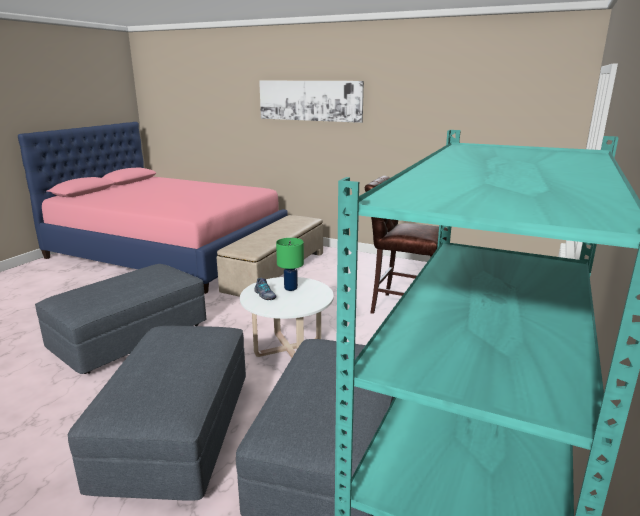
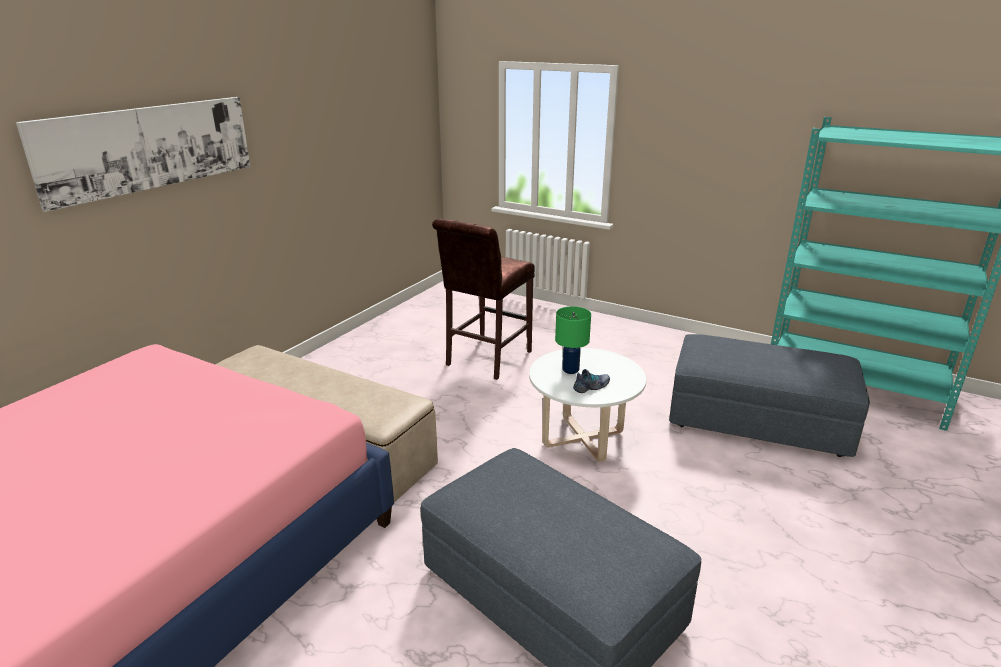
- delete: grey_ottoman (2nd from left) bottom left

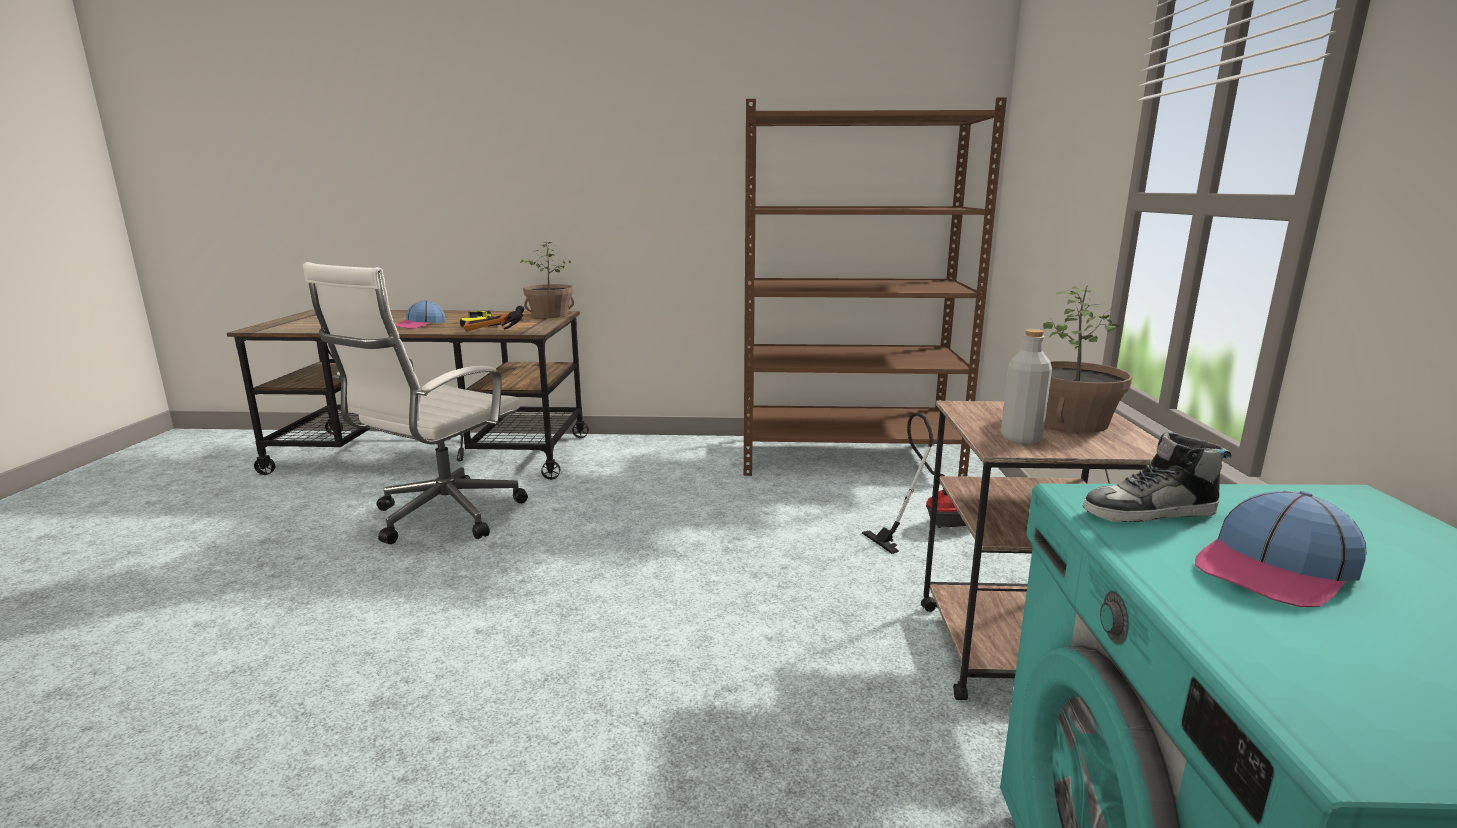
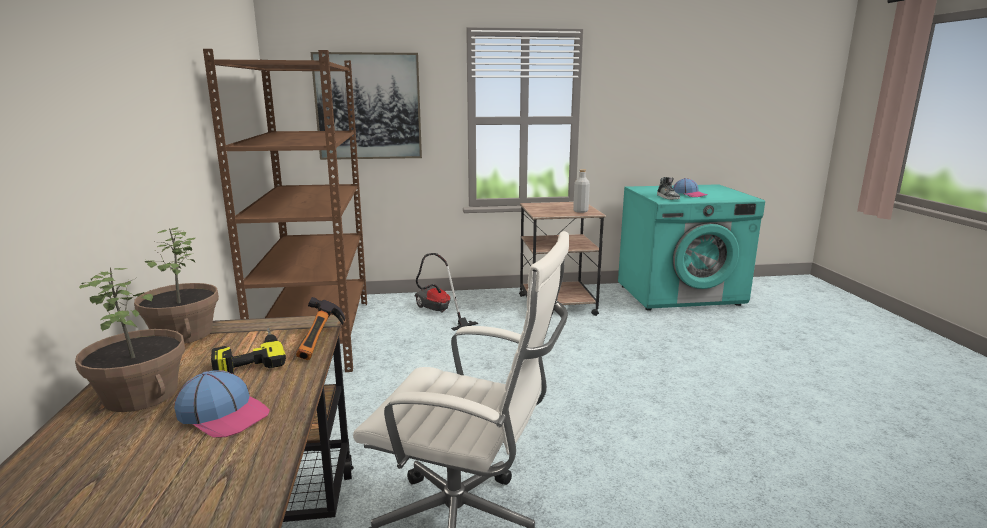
- move: potted_plant (2nd from left in the first image) middle right to potted_plant (1st from left) middle left
- insert: picture top centre

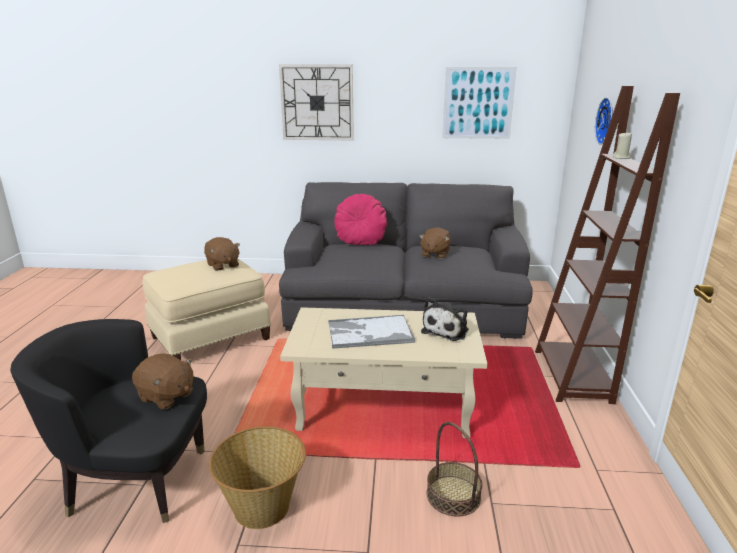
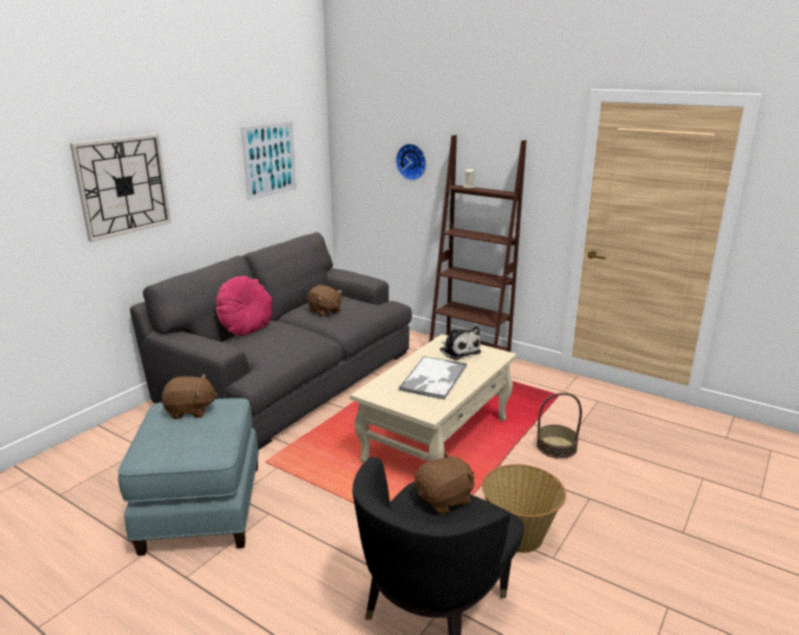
- recolor: beige_ottoman middle left to blue_ottoman bottom left

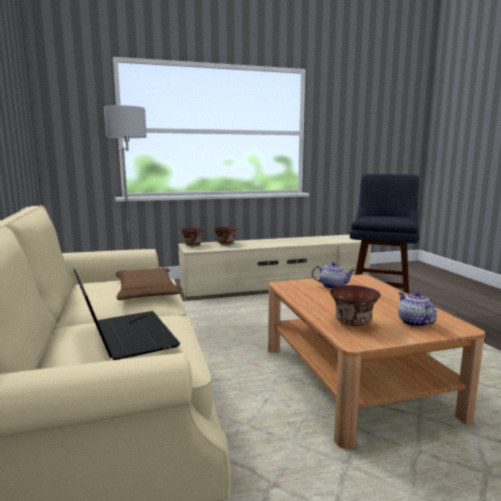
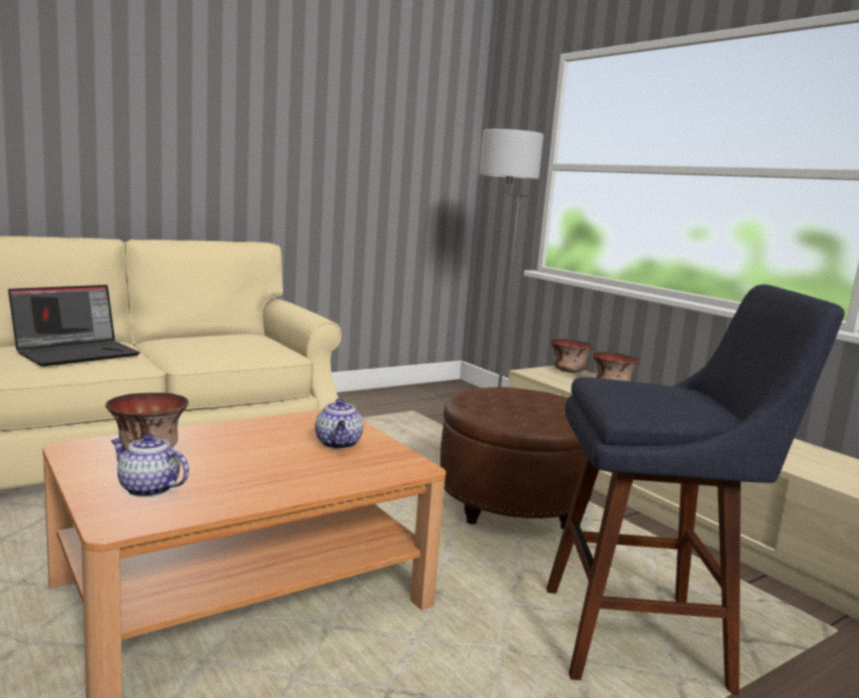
- delete: brown_pillow middle left
- rotate: teapot (2nd from left in the first image) middle right = middle left 120 degrees counterclockwise
- insert: brown_ottoman centre

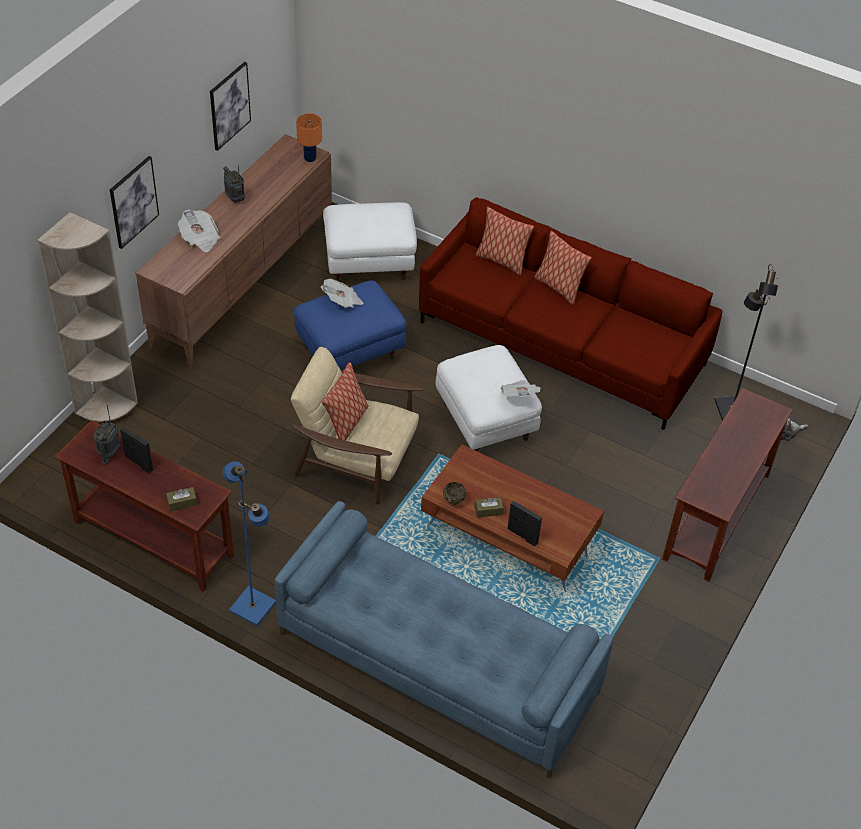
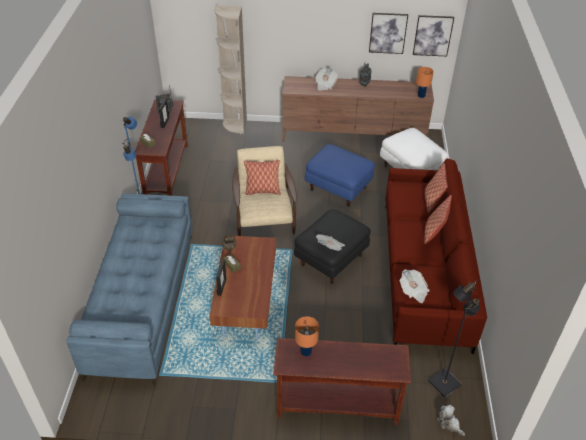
- move: picture (1st from left in the first image) top left to picture (2nd from left) top right
- move: newspaper (2nd from left in the first image) centre to newspaper (3rd from left) middle right
- recolor: white_ottoman (2nd from left) centre to black_ottoman centre
- insert: orange_table_lamp (1st from left) bottom centre

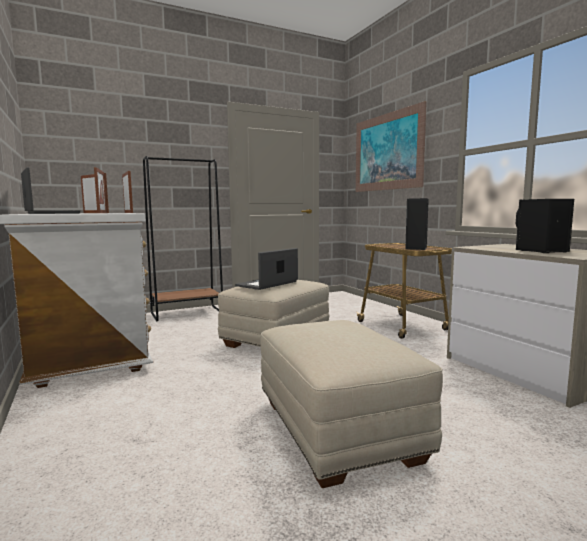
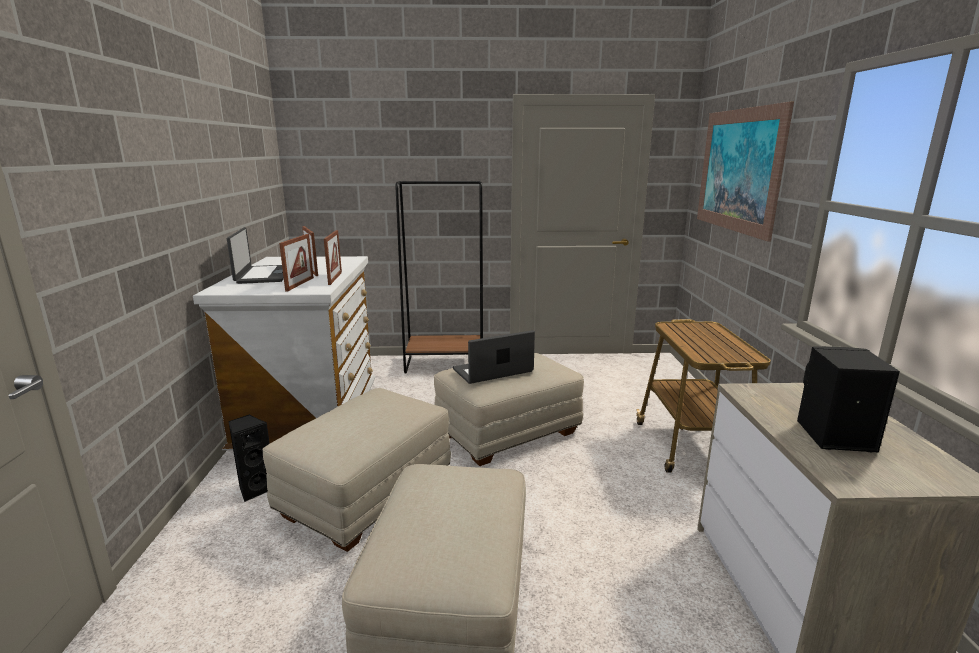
- move: black_speaker (1st from left) middle right to bottom left
- insert: beige_ottoman (1st from left) bottom centre

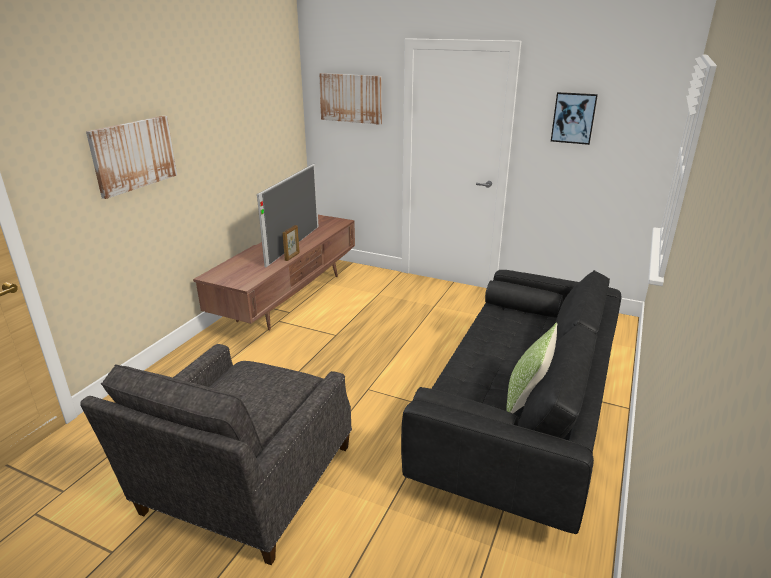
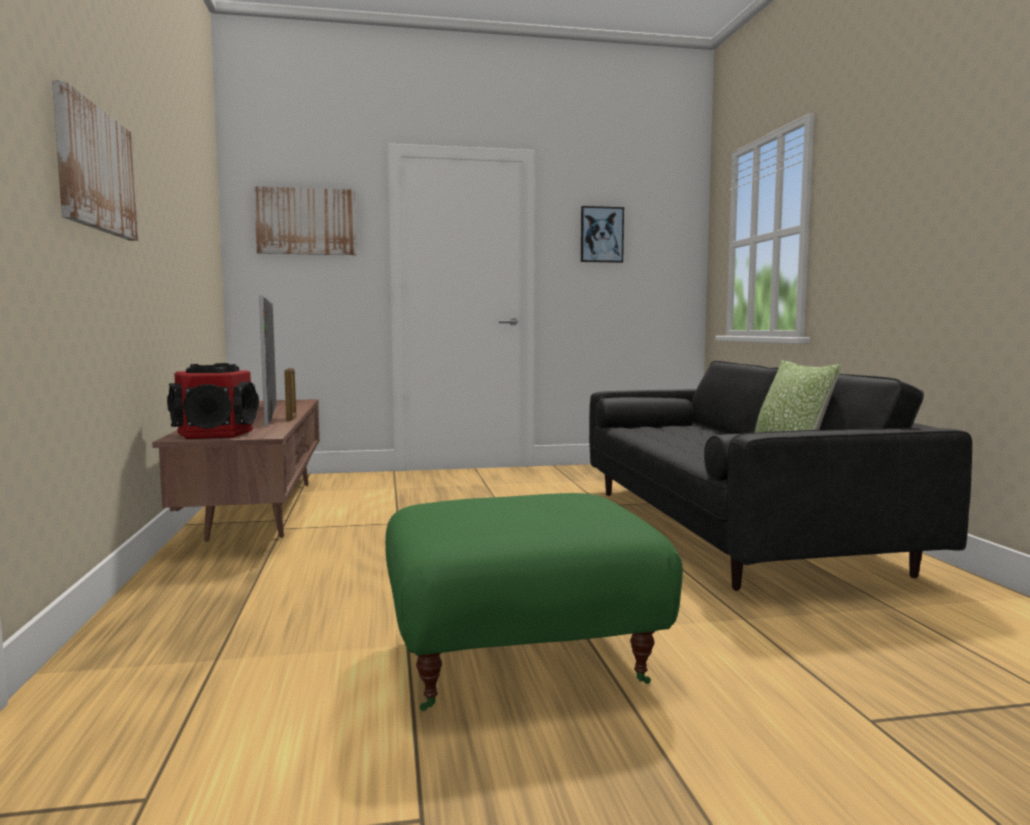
- replace: grey_armchair bottom left to green_ottoman bottom centre
- insert: speaker middle left

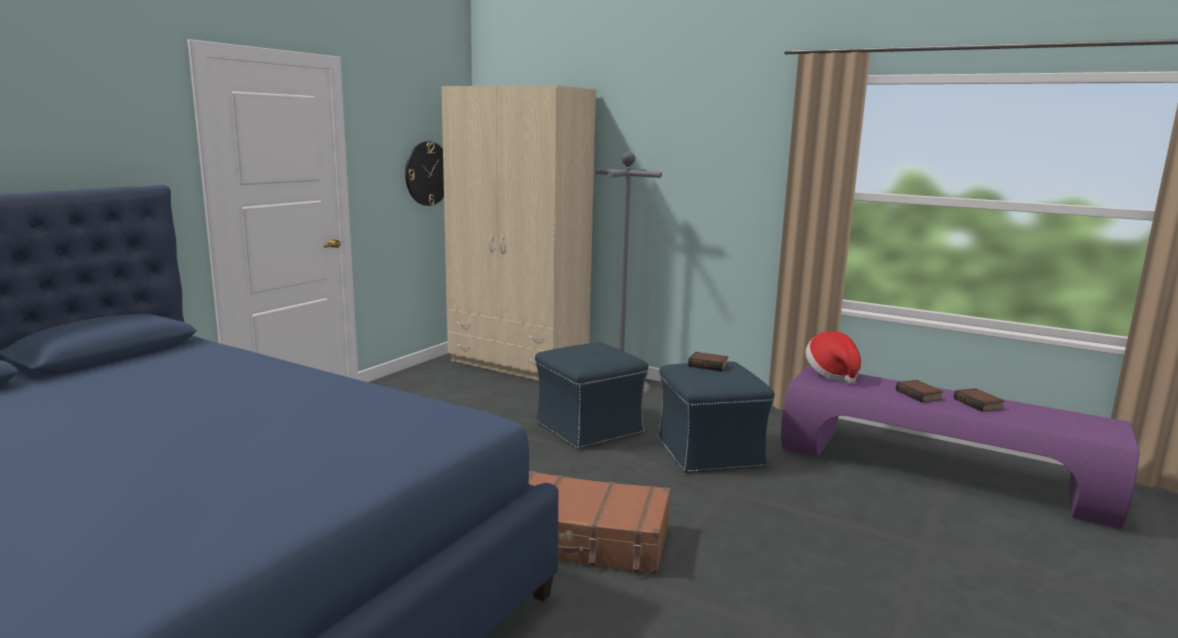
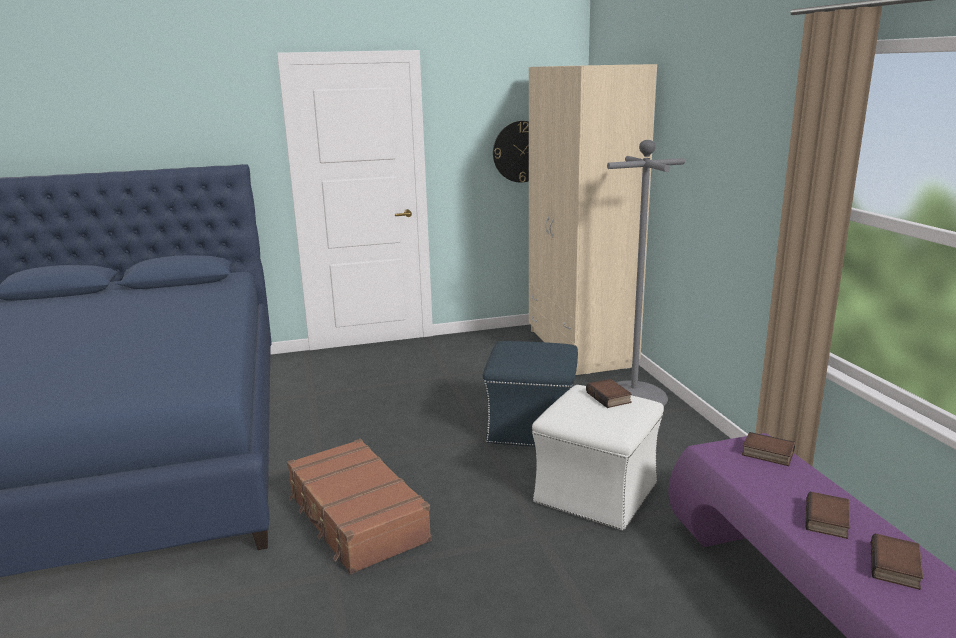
- replace: hat middle right to book (2nd from left) bottom right
- recolor: blue_ottoman (2nd from left) centre to white_ottoman bottom centre

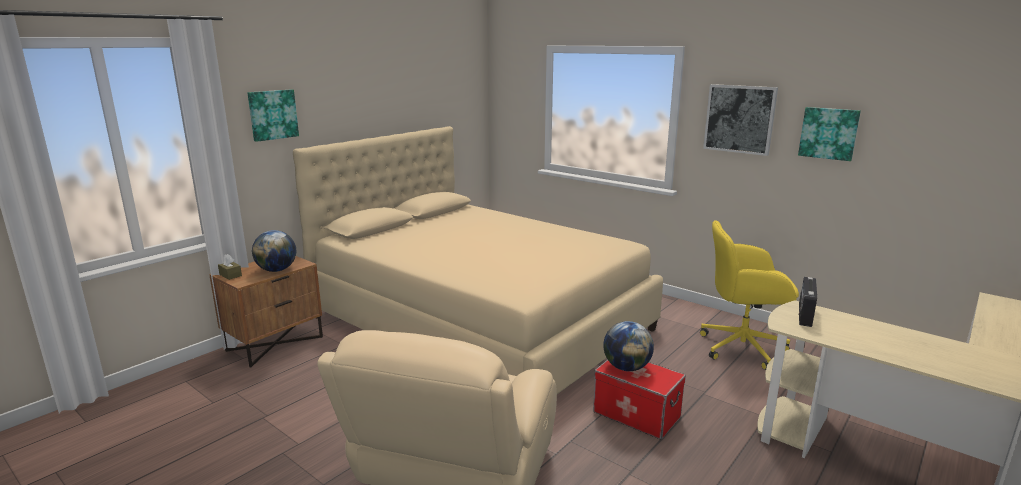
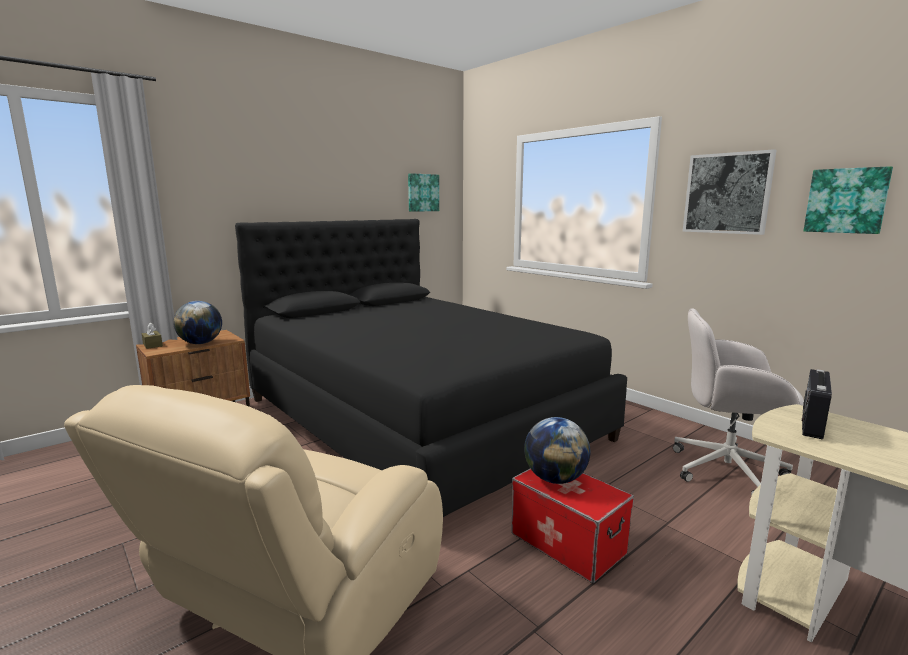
- move: picture (1st from left) top left to top centre
- recolor: beige_bed centre to black_bed centre
- recolor: yellow_office_chair middle right to white_office_chair middle right

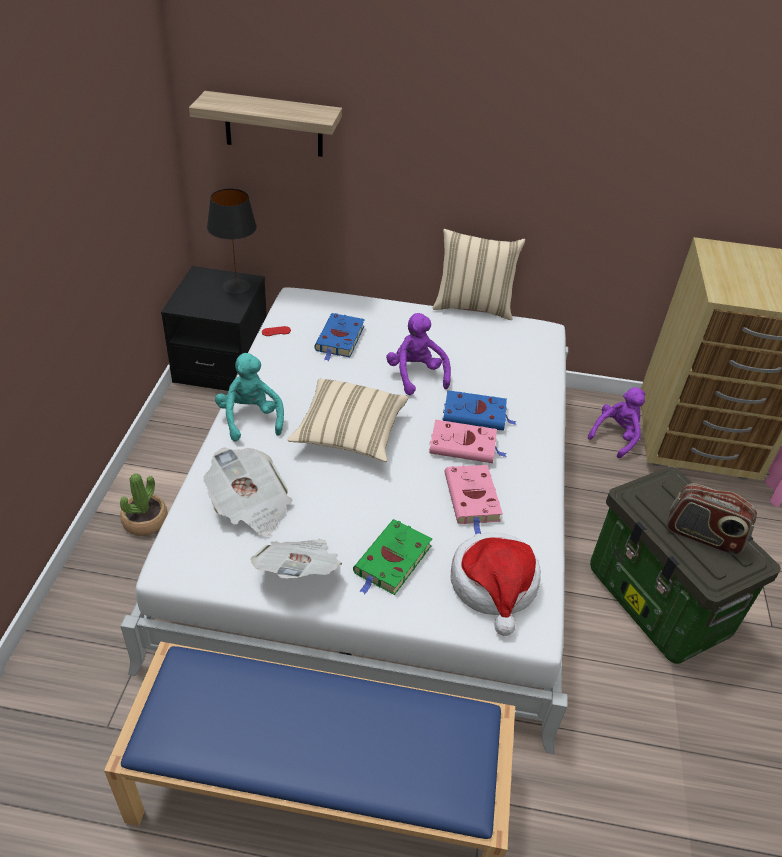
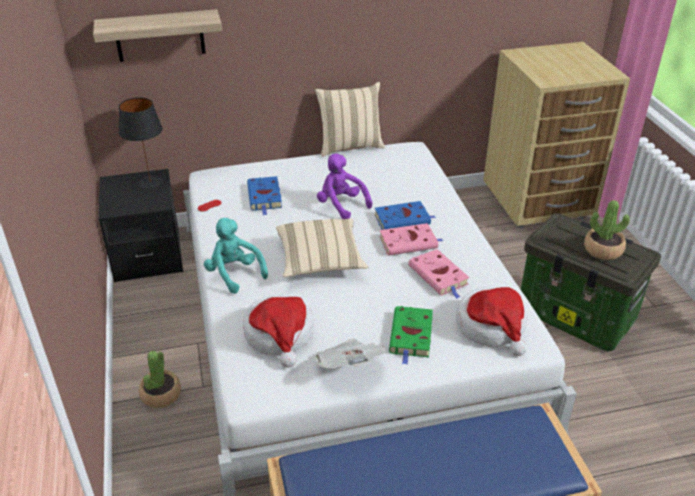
- delete: purple_plush_toy (2nd from left) middle right
- replace: newspaper (1st from left) middle left to hat (1st from left) bottom centre
- replace: radio middle right to potted_plant (2nd from left) middle right

